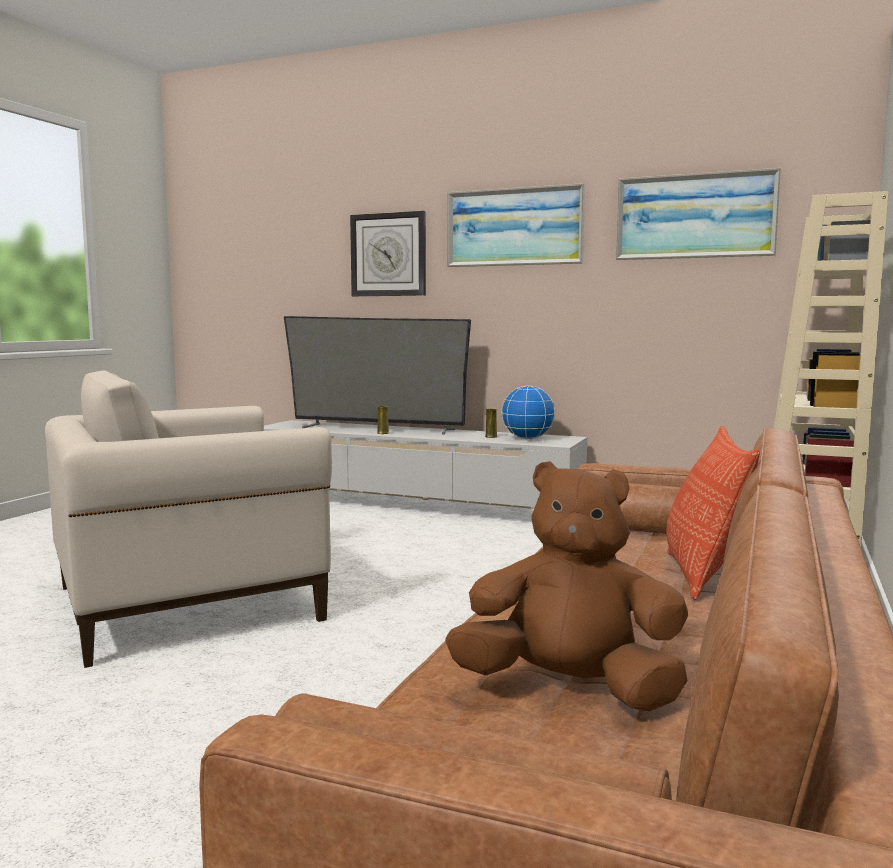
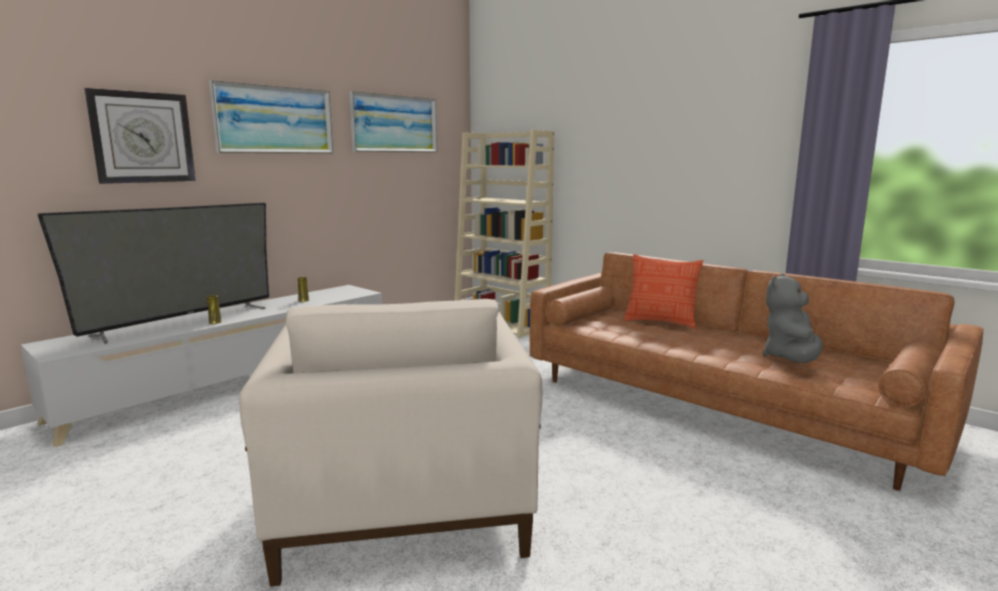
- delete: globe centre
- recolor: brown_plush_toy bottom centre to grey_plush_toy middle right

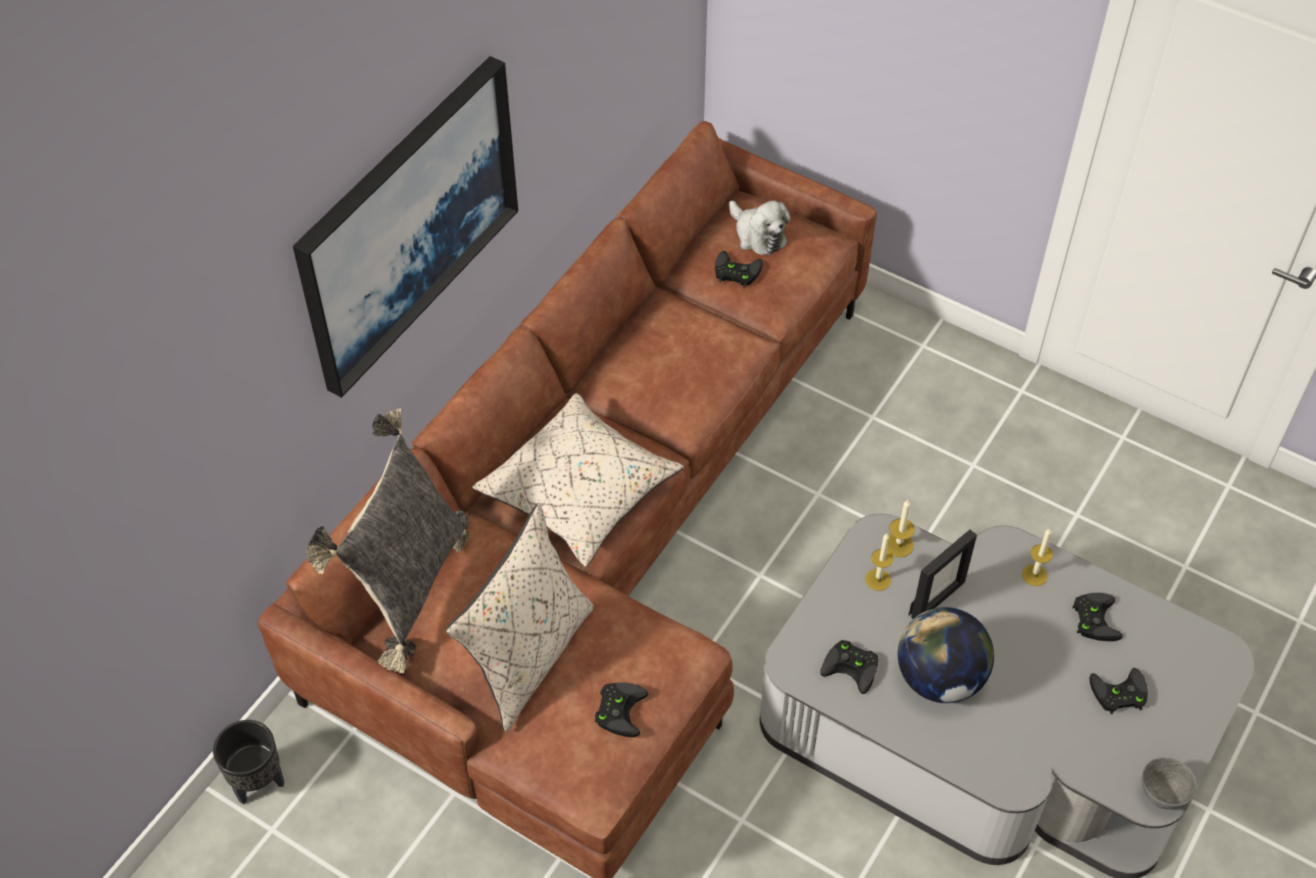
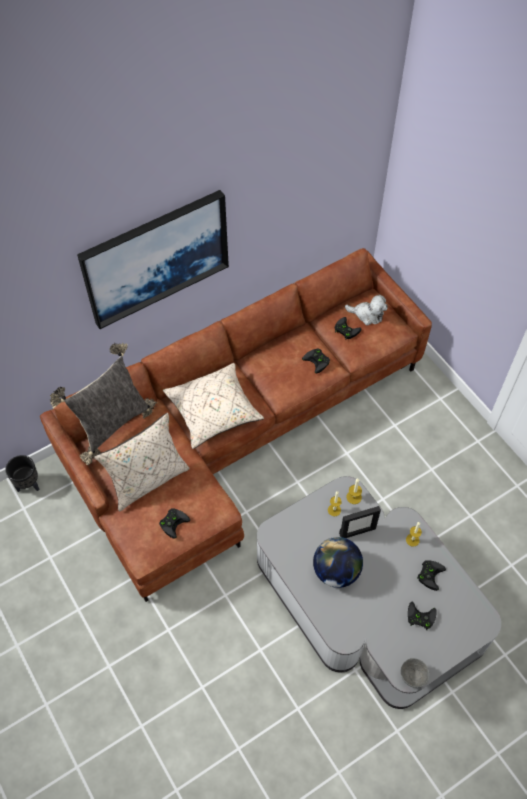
- rotate: plush_toy top centre = middle right 60 degrees counterclockwise
- move: black_game_controller (3rd from left in the first image) bottom centre to black_game_controller (2nd from left) centre

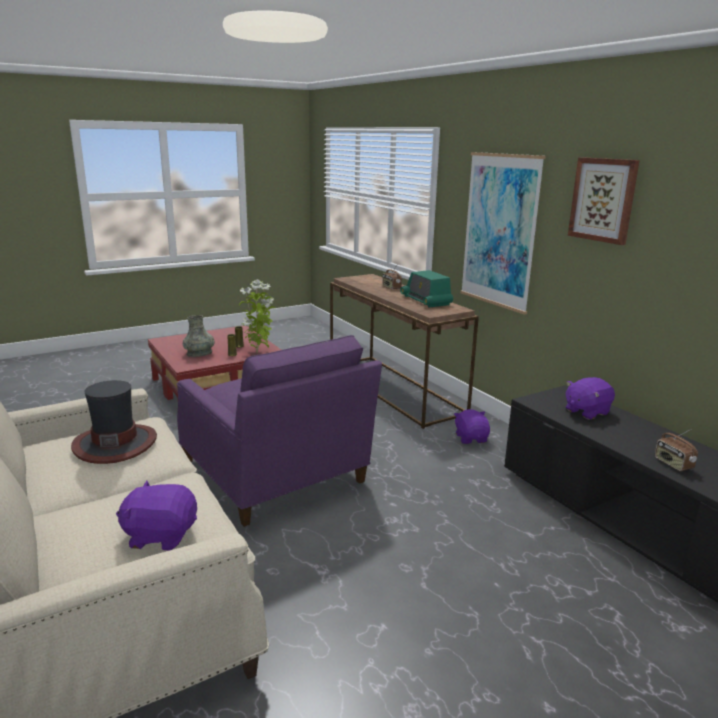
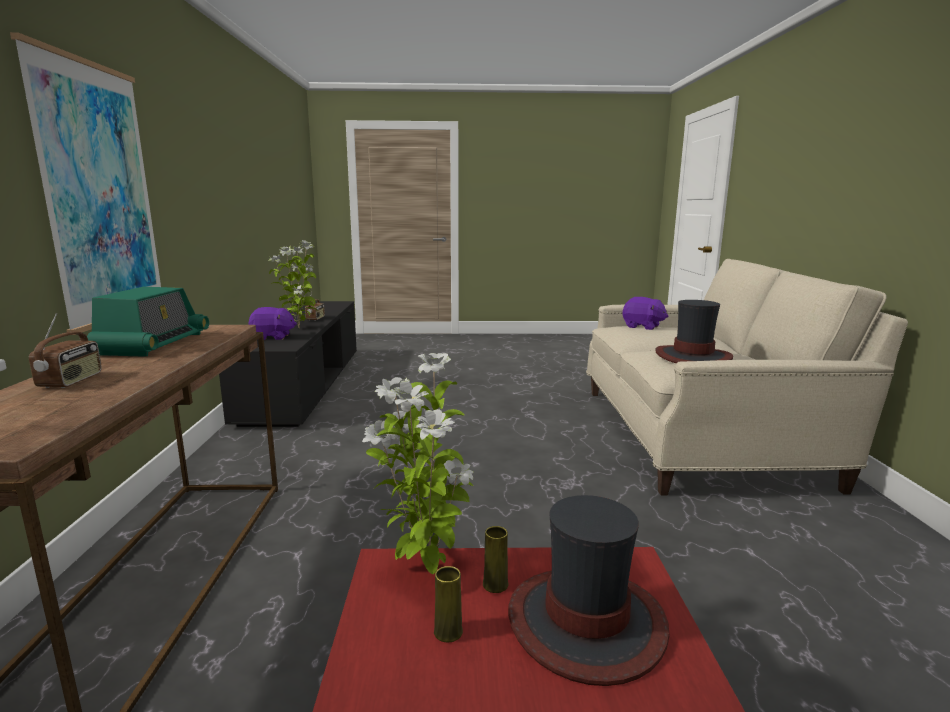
- delete: picture (2nd from left) top right
- replace: grey_vase middle left to hat (1st from left) bottom centre
- delete: purple_armchair centre
- delete: purple_plush_toy (2nd from left) centre
- insert: potted_plant (1st from left) middle left

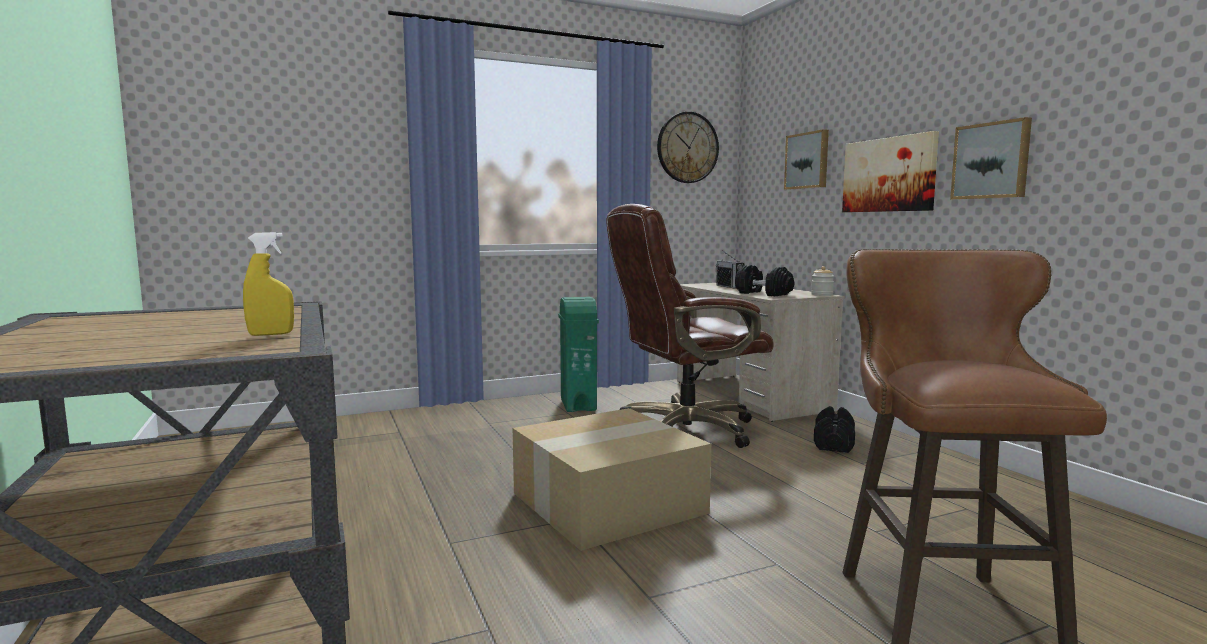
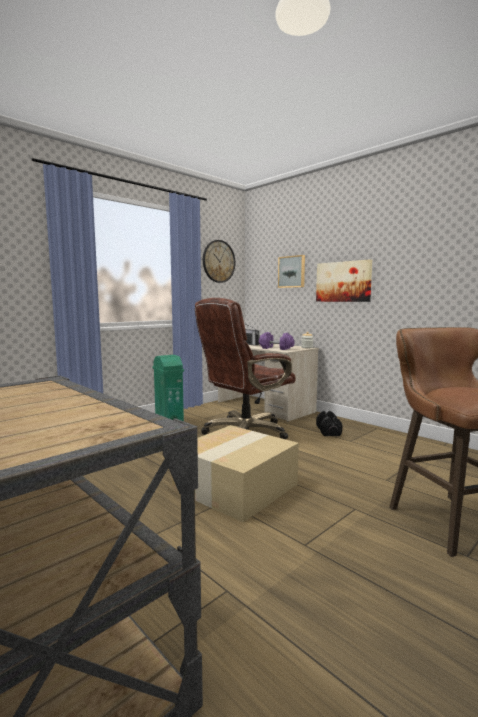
- delete: picture (3rd from left) top right
- delete: yellow_spray_bottle middle left
- recolor: black_dumbbell (1st from left) centre to purple_dumbbell centre

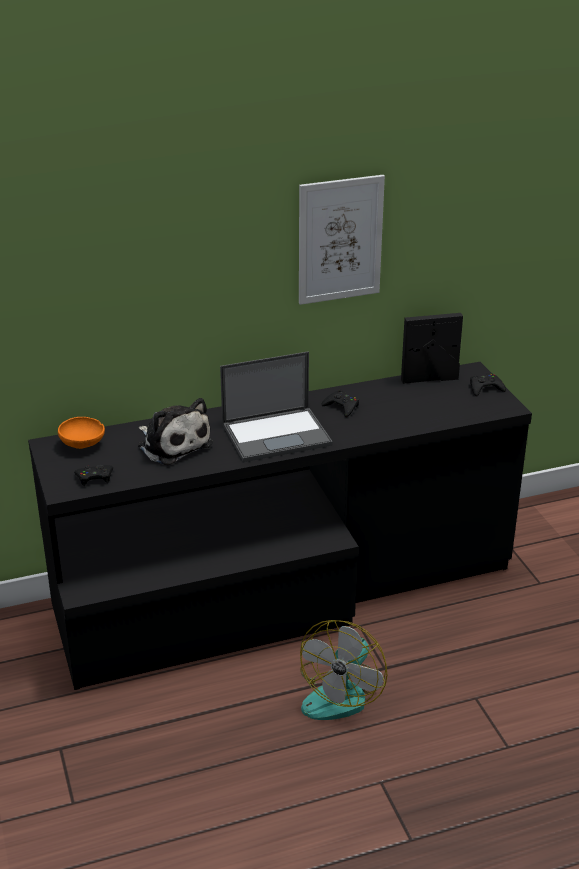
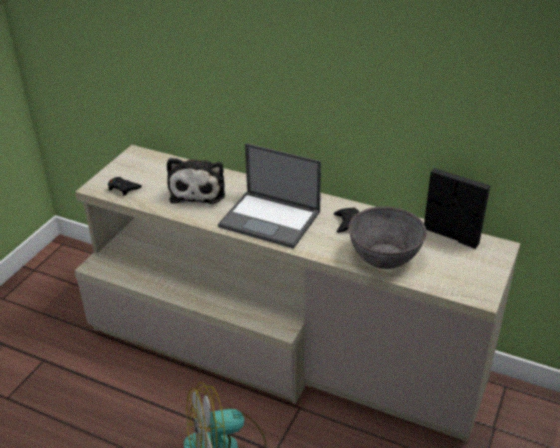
- delete: picture top centre
- recolor: black_tv_stand centre to beige_tv_stand centre
- delete: black_game_controller (3rd from left) middle right
- delete: orange_bowl middle left
- insert: grey_bowl middle right

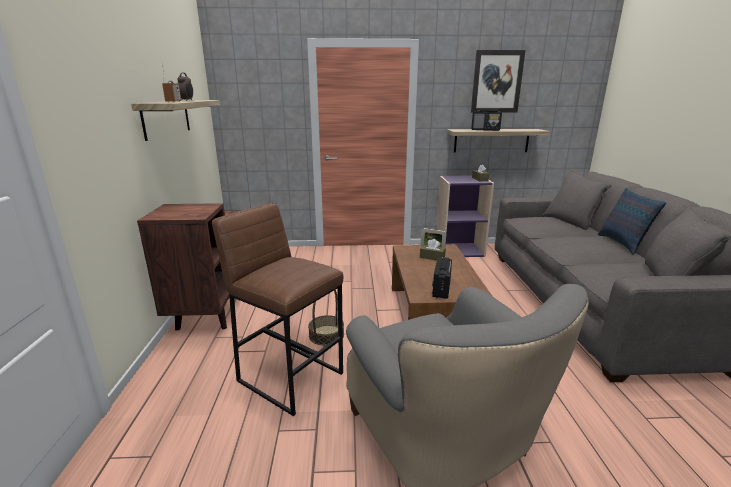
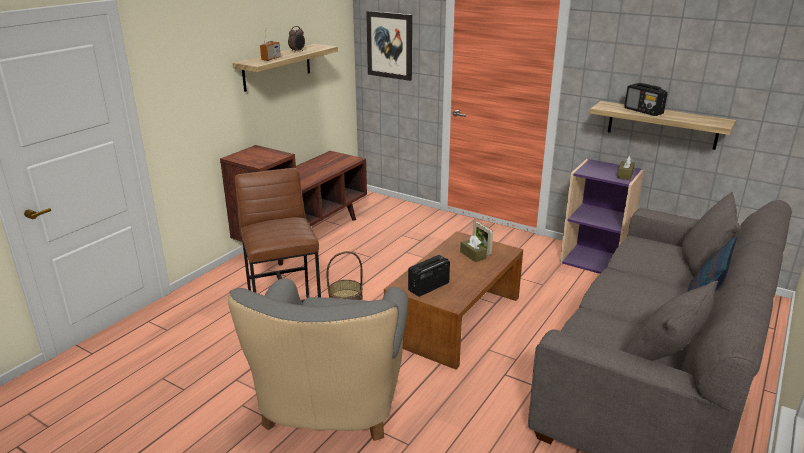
- move: picture top right to top centre

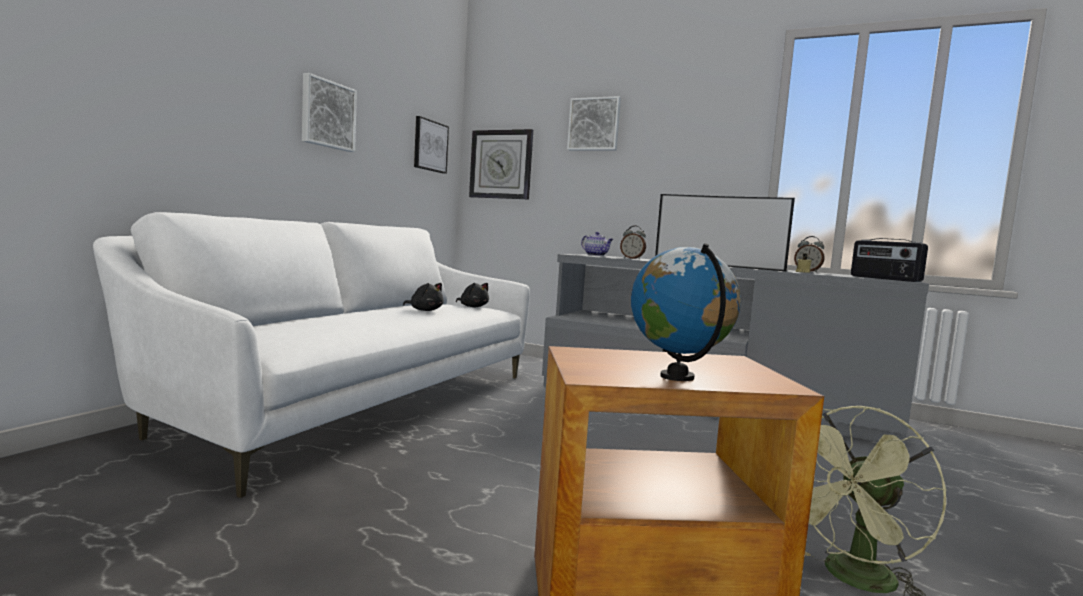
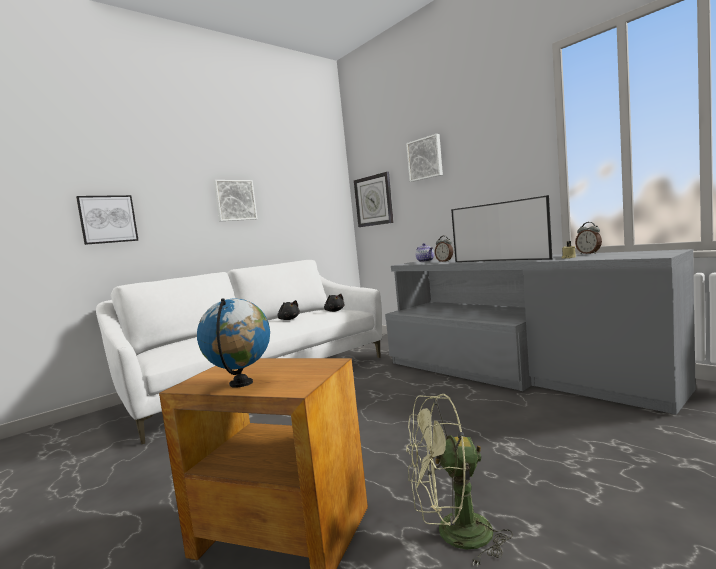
- move: picture (2nd from left in the first image) top centre to picture (1st from left) middle left
- delete: radio middle right

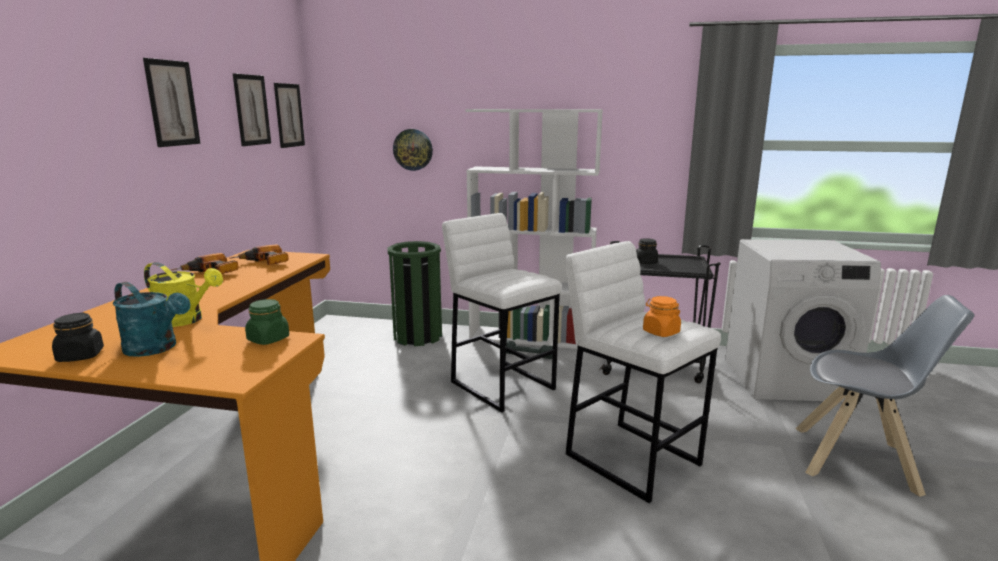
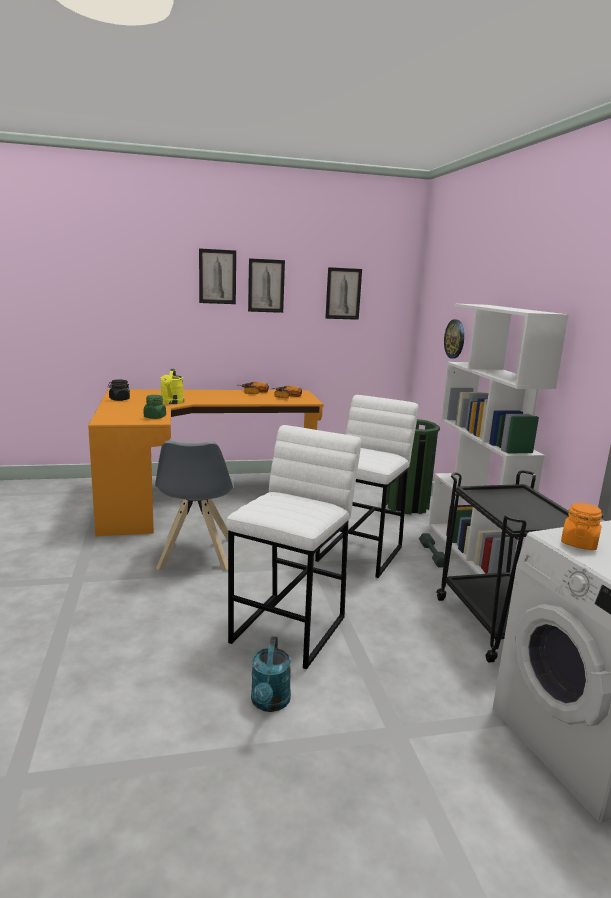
- move: picture (3rd from left in the first image) top left to picture (1st from left) top centre
- delete: black_jar (2nd from left) centre
- move: turquoise_watering_can middle left to bottom centre
- move: grey_chair bottom right to middle left
- move: orange_jar centre to middle right

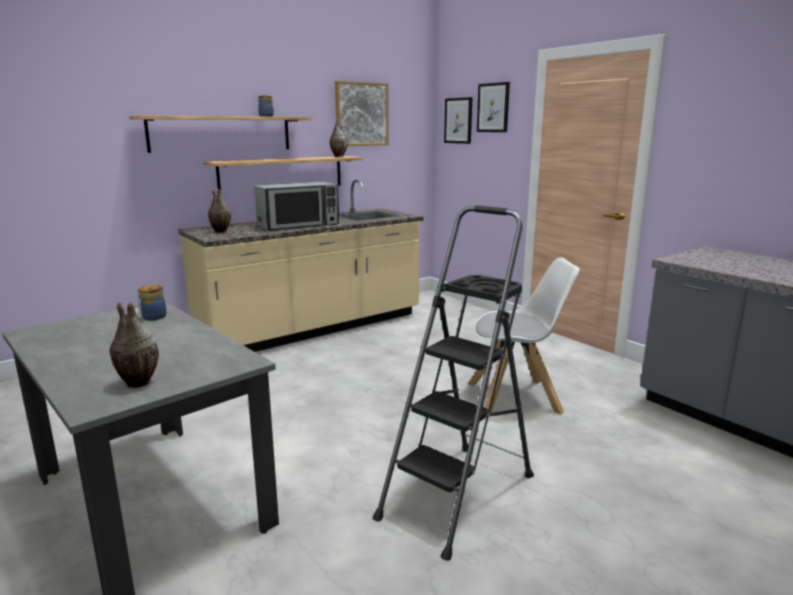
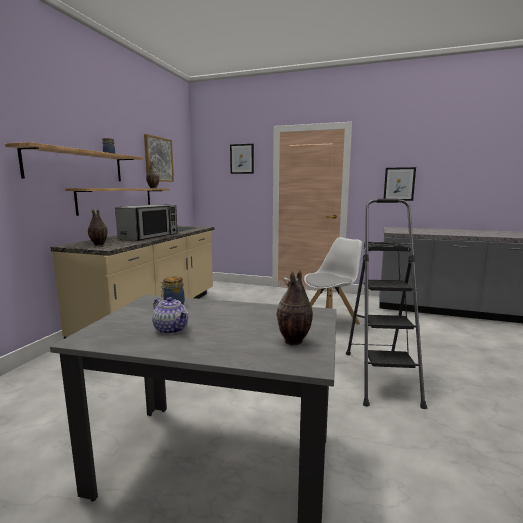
- move: picture (2nd from left in the first image) top centre to picture (3rd from left) middle right
- insert: teapot middle left

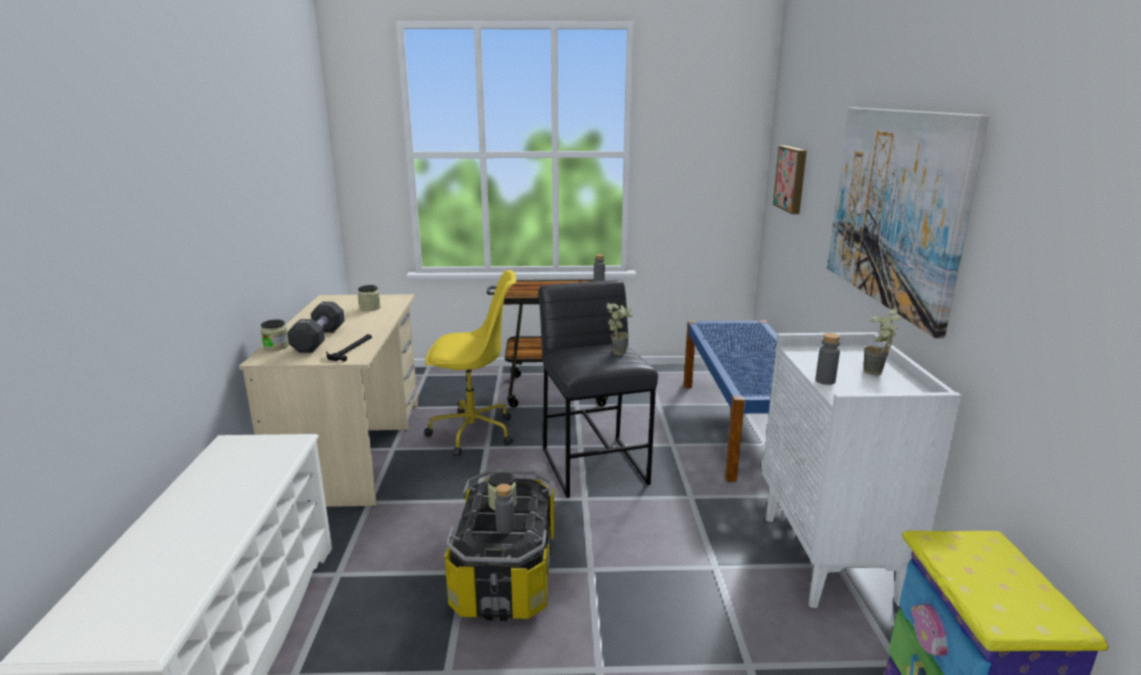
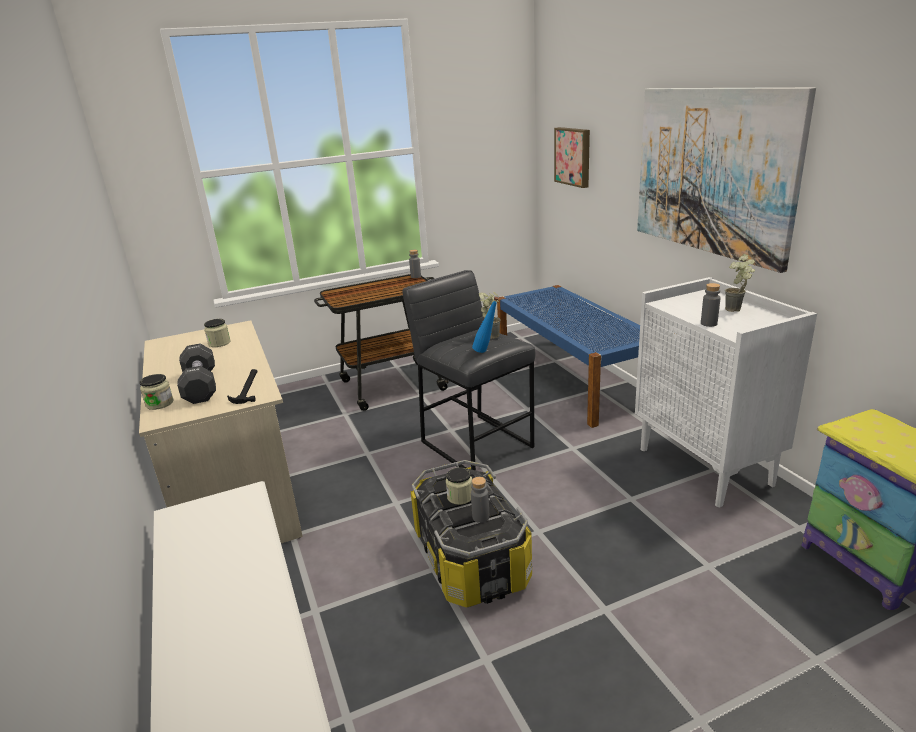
- delete: yellow_office_chair centre
- insert: blue_bottle centre

